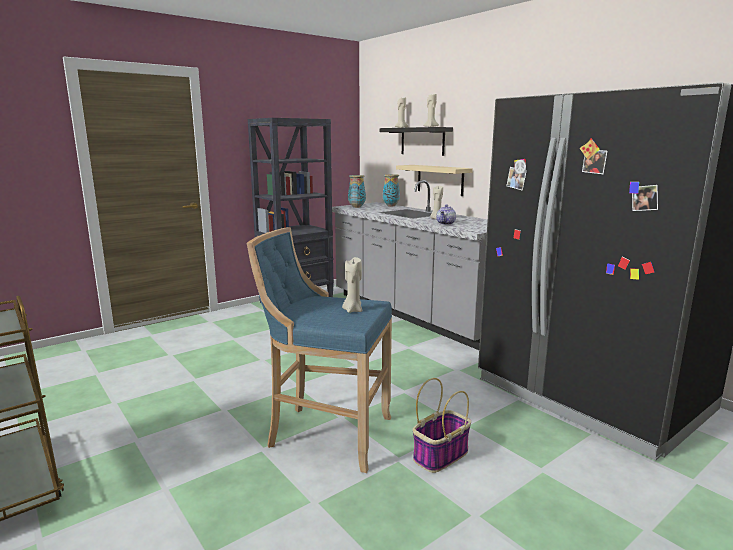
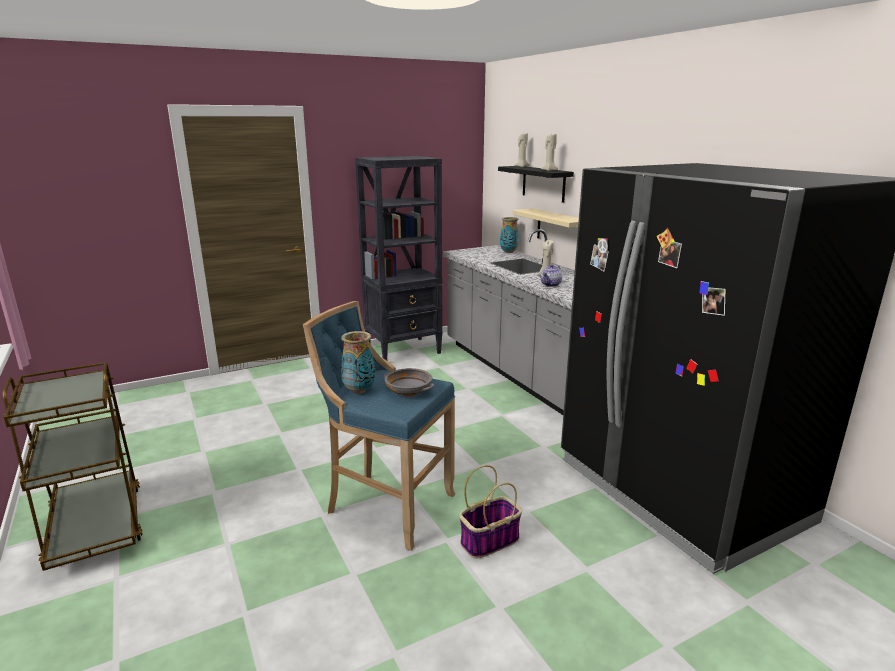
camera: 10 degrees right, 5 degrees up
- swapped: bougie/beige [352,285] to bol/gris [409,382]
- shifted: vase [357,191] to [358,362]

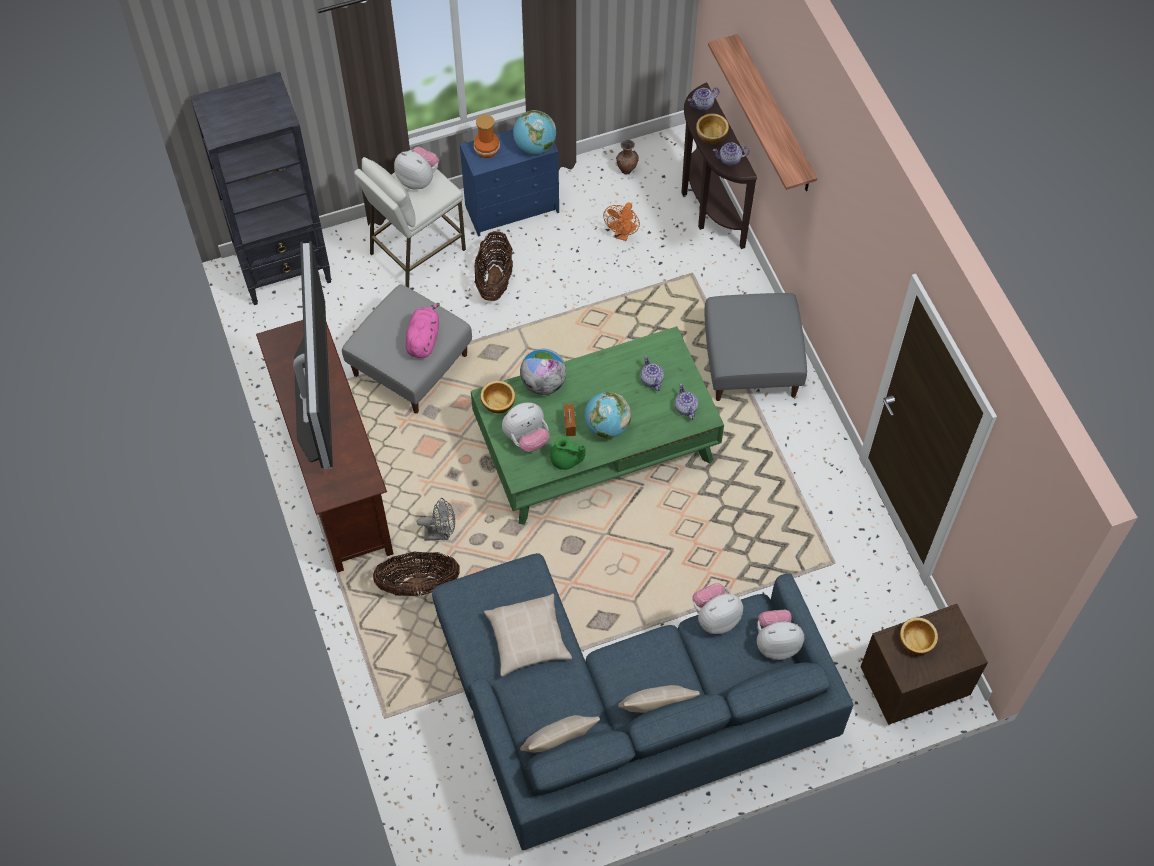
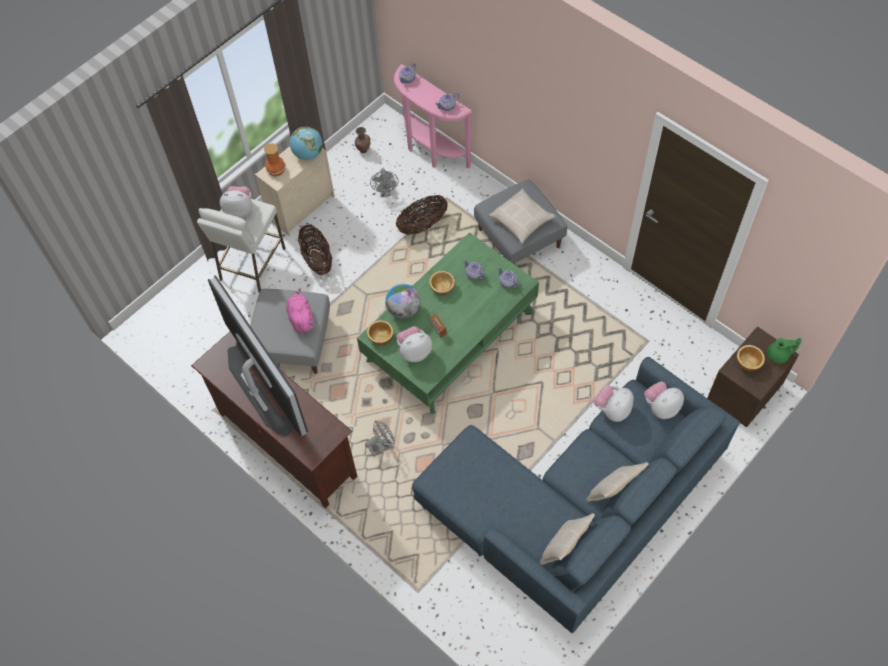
camera: 25 degrees left, 0 degrees up
- gone: bibliothèque/noir [261,188]
- shifted: panier [416,574] to [422,215]
- repainted: commode/bleu [509,183] to commode/beige [295,191]
- shifted: coussin/beige [528,635] to [522,216]
- rotated: peluche [526,427] = [414,344] 150 degrees counterclockwise
- shifted: théière/vert [568,453] to [784,351]
- gone: globe [608,415]
- repainted: ventilateur/orange [621,222] to ventilateur/gris [384,182]
- repainted: table console/marron [719,166] to table console/rose [433,116]
- shifted: bol [712,129] to [442,283]
- gone: étagère [762,112]

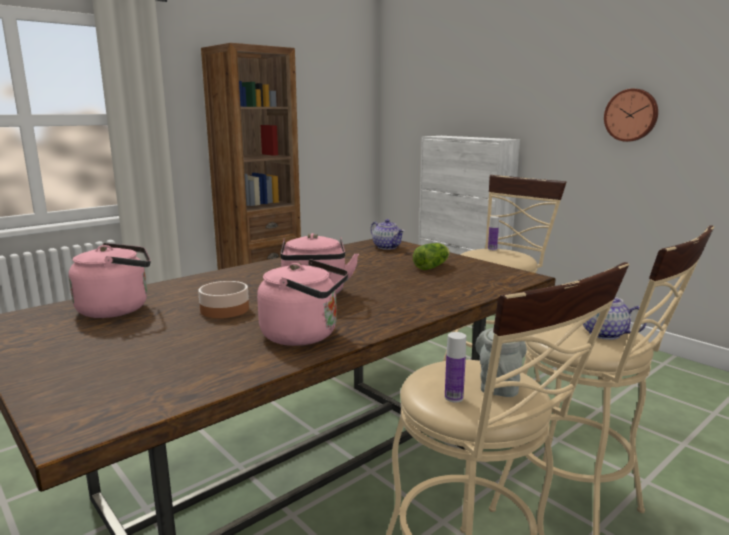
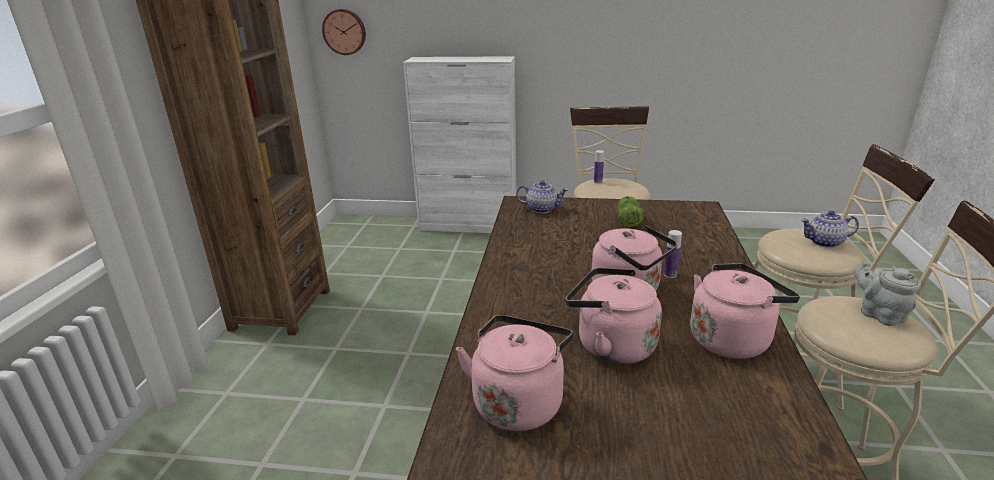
camera: 40 degrees left, 10 degrees up
- swapped: bol [223,299] to bouilloire/rose [614,316]
- shifted: bouteille [455,367] to [673,254]
- shifted: horloge murale [631,115] to [344,32]

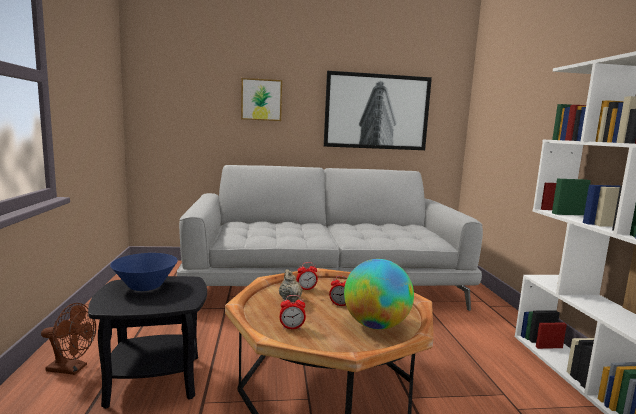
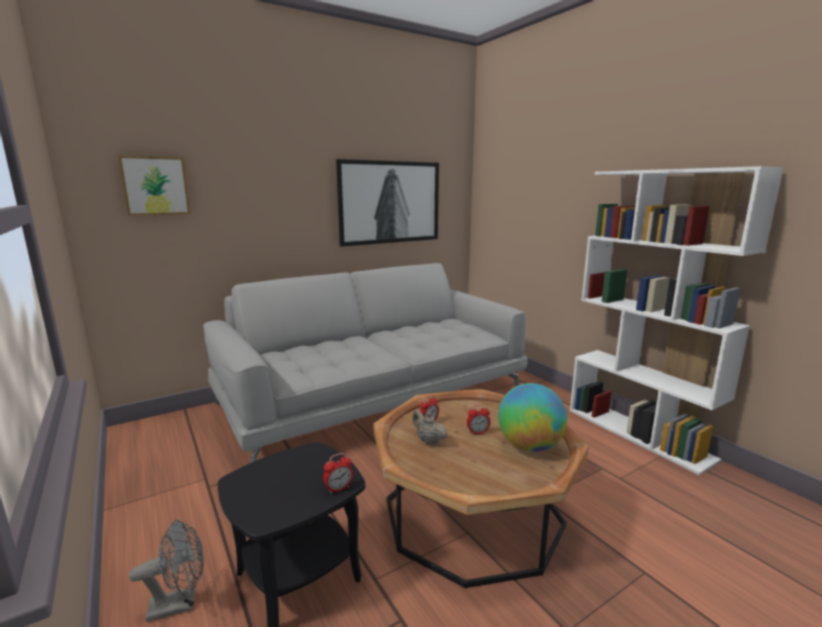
camera: 25 degrees left, 5 degrees up
- repainted: ventilateur/marron [68,339] to ventilateur/gris [166,571]
- gone: bol/bleu [144,272]
- shifted: tableau [261,99] to [154,185]
- shifted: réveil [293,312] to [338,473]

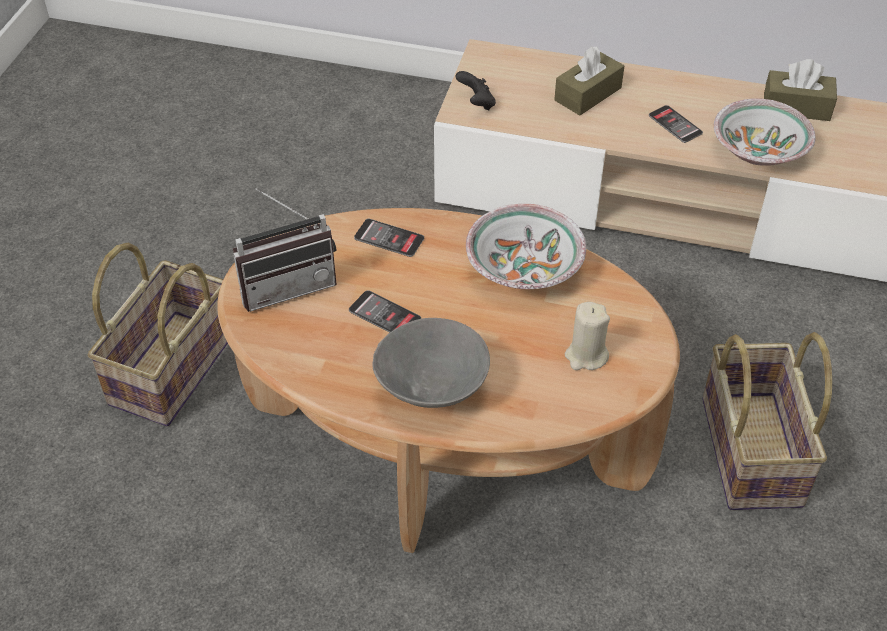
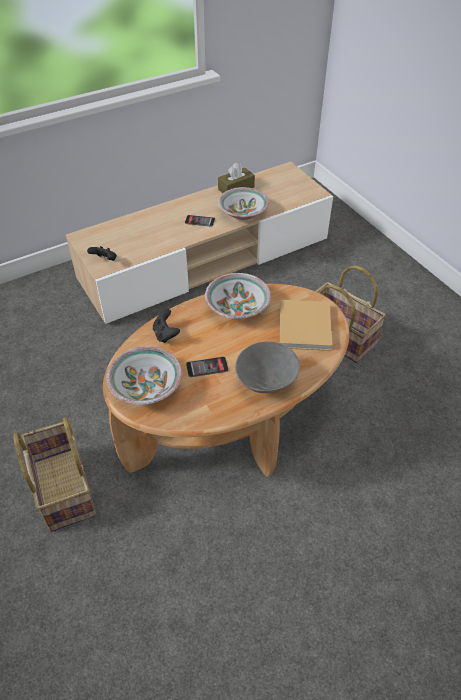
camera: 45 degrees left, 0 degrees up
- swapped: radio [285,250] to bol [144,375]
- swapped: téléphone [389,238] to manette/noir [166,326]
- gone: boîte à mouchoirs/marron [589,81]
- swapped: bougie/beige [587,336] to livre/beige [306,325]

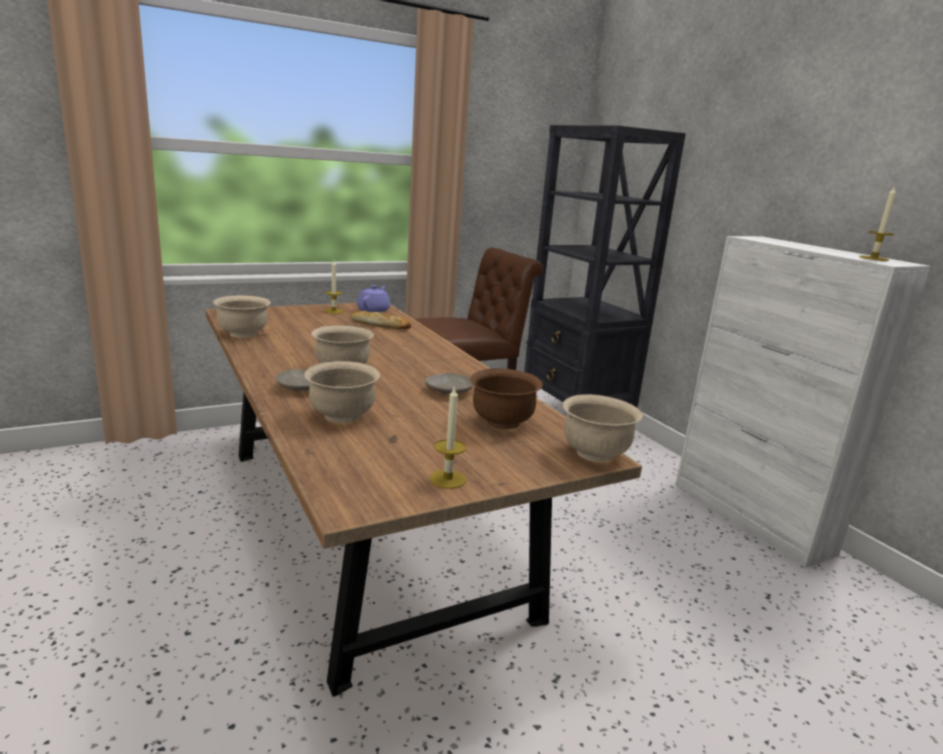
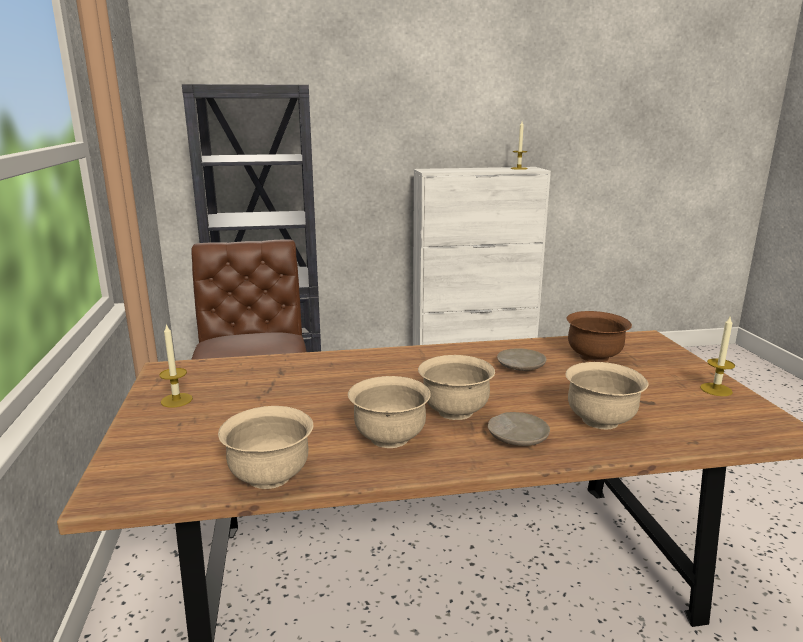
camera: 70 degrees left, 0 degrees up
- gone: pain [380,320]
- gone: théière/violet [373,298]
- shifted: bol/beige [603,428] to [389,412]

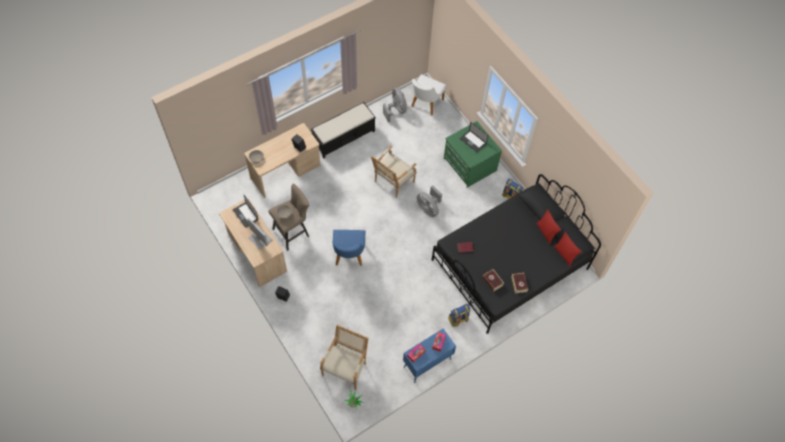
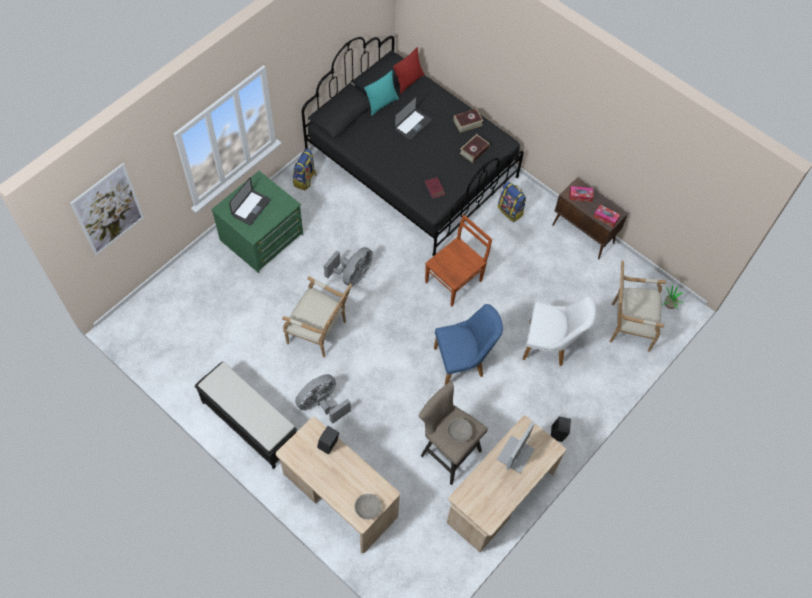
camera: 105 degrees left, 0 degrees up
- shifted: ordinateur portable [245,211] to [413,118]
- shifted: ventilateur/gris [395,105] to [323,399]
- repainted: meuble de rangement/bleu [429,356] to meuble de rangement/marron [590,218]
- shifted: chaise/blanc [429,95] to [559,331]
- repainted: coussin/rouge [548,226] to coussin/turquoise [381,93]
- new: tableau [107,209]
- new: chaise/marron [458,260]

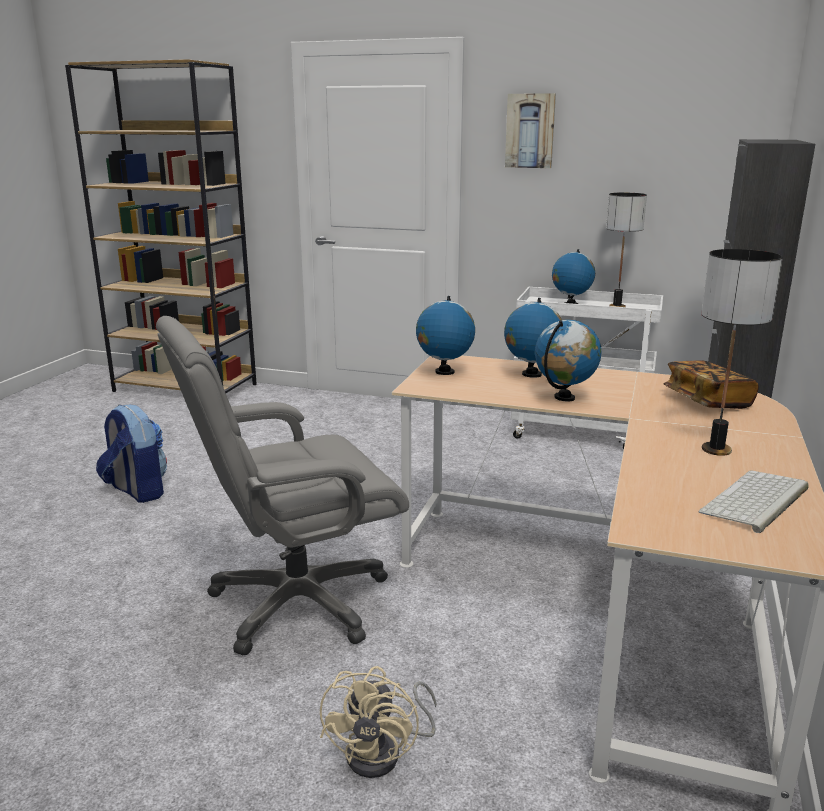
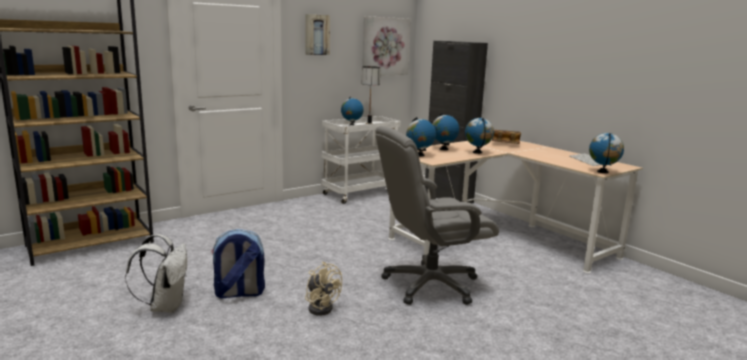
camera: 55 degrees left, 5 degrees down
- rotated: chaise de bureau/gris [282,485] = [437,215] 60 degrees clockwise
- shifted: ventilateur/beige [378,722] to [323,289]
- gone: lampe de table [742,352]
- new: sac à dos/blanc [156,273]
- new: tableau [386,45]
- new: globe [606,153]

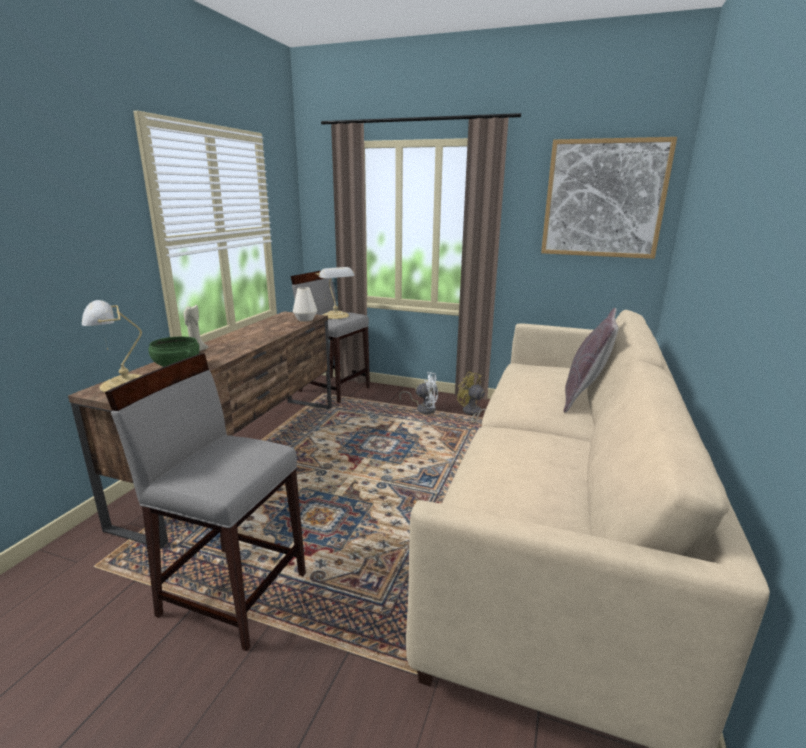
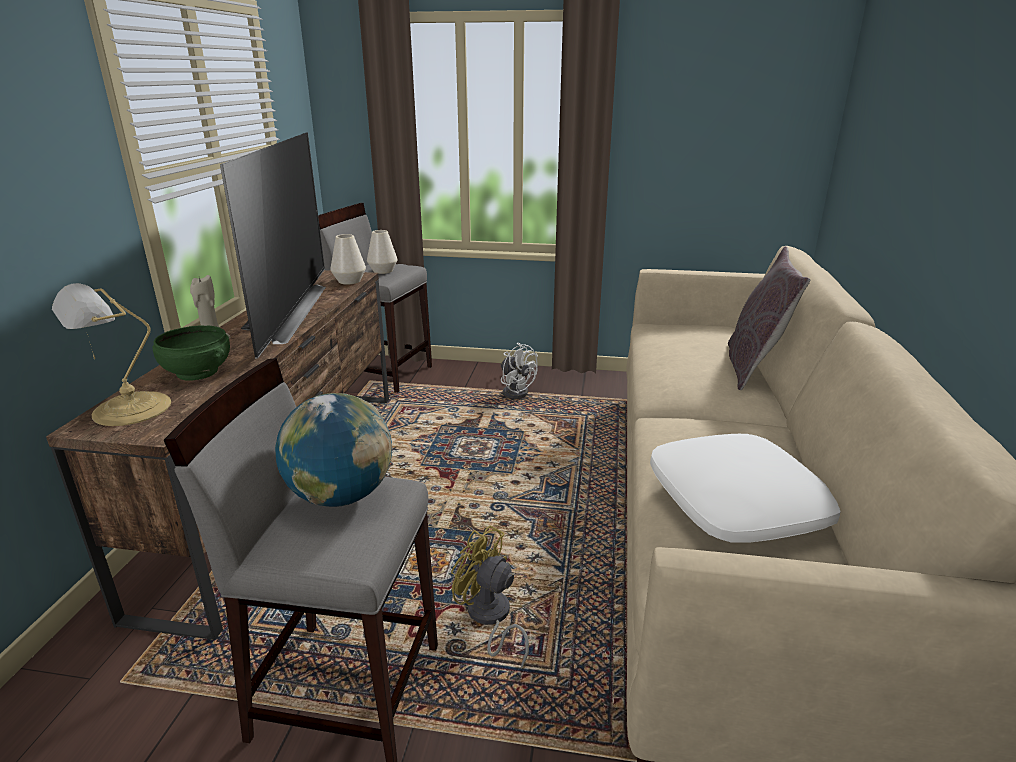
camera: 10 degrees left, 5 degrees up
- swapped: lampe de table [335,293] to vase/blanc [382,252]
- rotated: ventilateur/blanc [418,393] = [519,370] 45 degrees clockwise
- shifted: ventilateur/jaune [471,397] to [490,597]
- gone: tableau [609,198]
- new: téléviseur [273,246]
- new: globe [333,450]
- new: coussin/blanc [745,488]

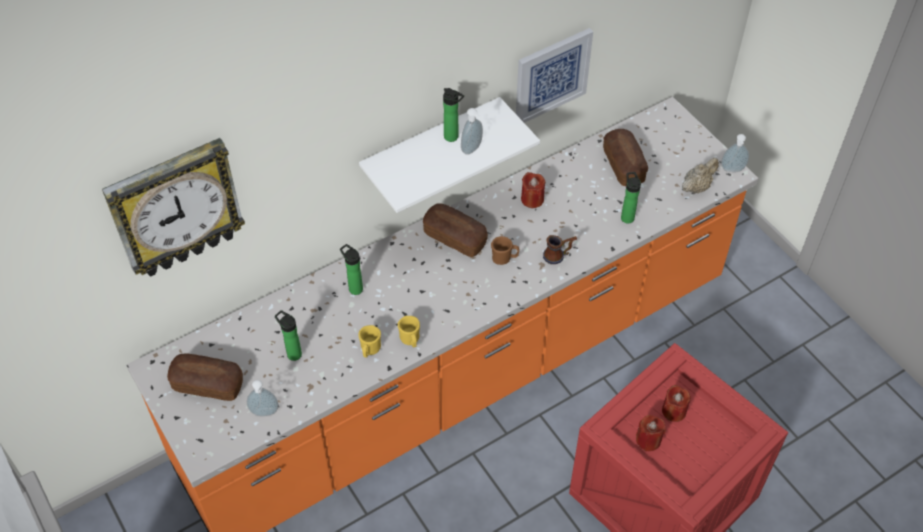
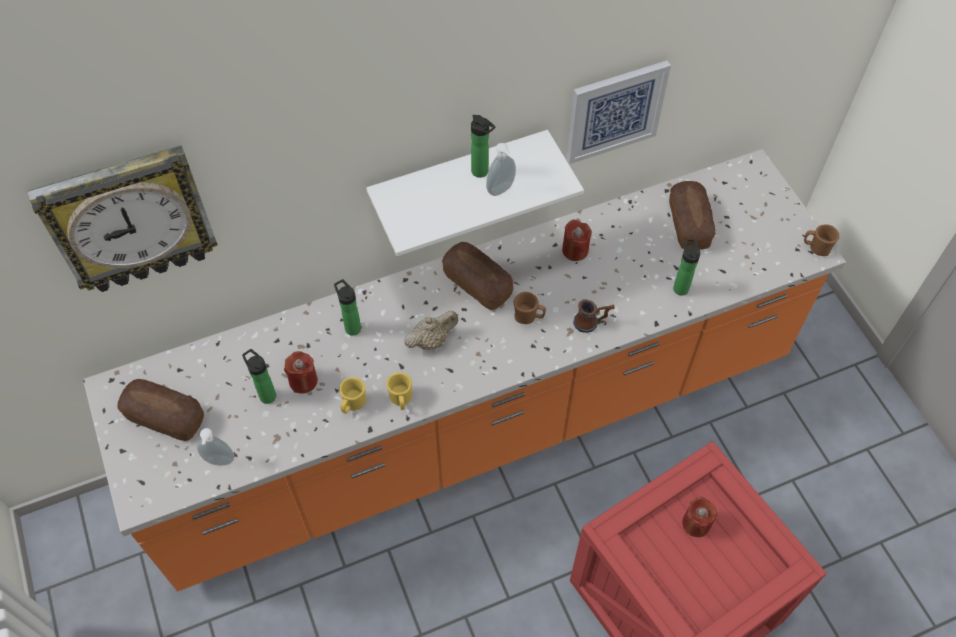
camera: 10 degrees right, 5 degrees up
- shifted: bougie/rouge [651,433] to [301,372]
- shifted: théière/beige [700,176] to [431,330]
- swapped: distributeur de savon [735,153] to mug/marron [822,240]

